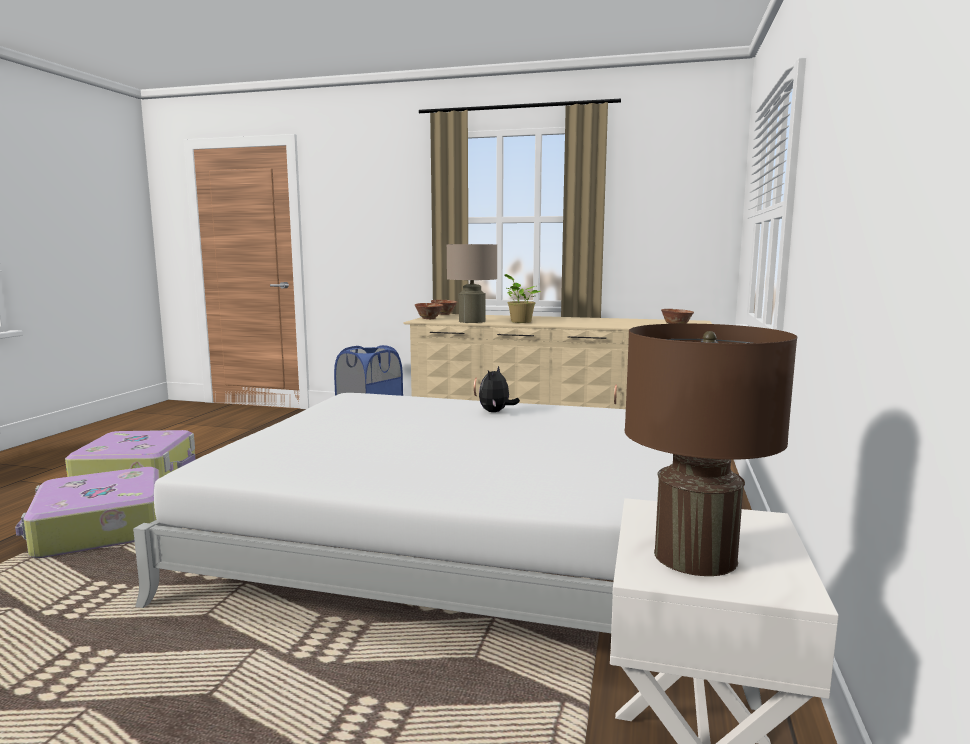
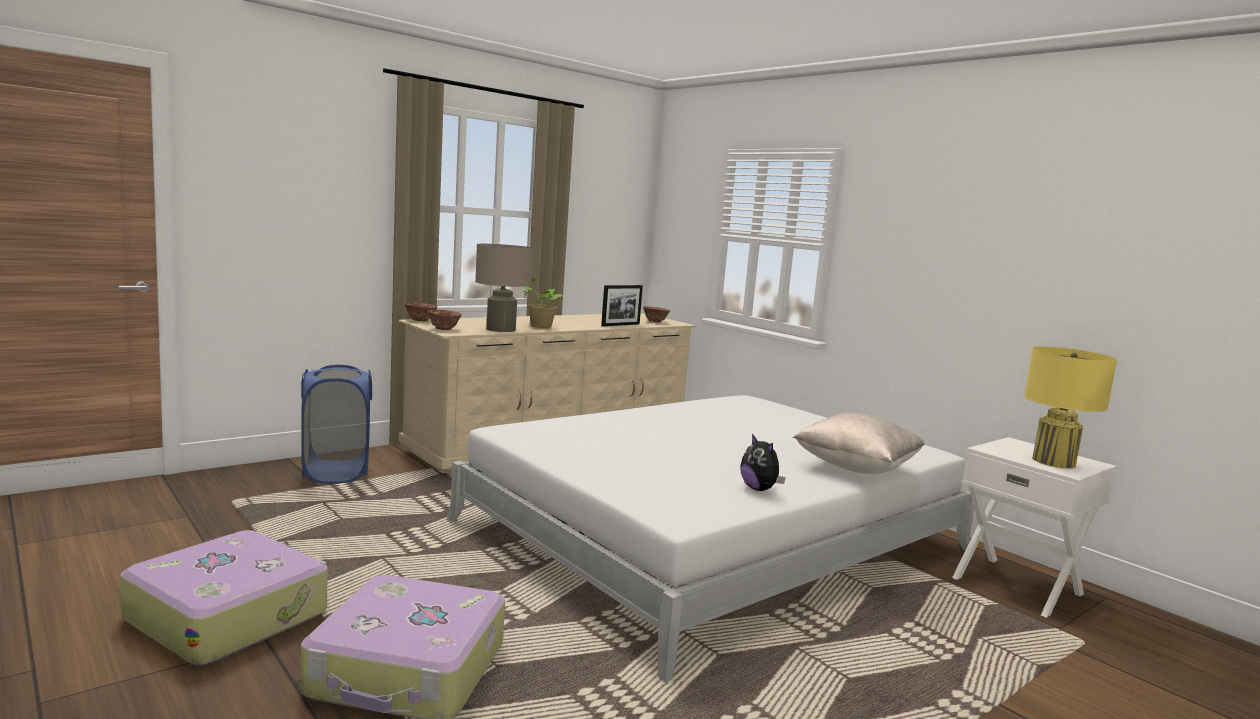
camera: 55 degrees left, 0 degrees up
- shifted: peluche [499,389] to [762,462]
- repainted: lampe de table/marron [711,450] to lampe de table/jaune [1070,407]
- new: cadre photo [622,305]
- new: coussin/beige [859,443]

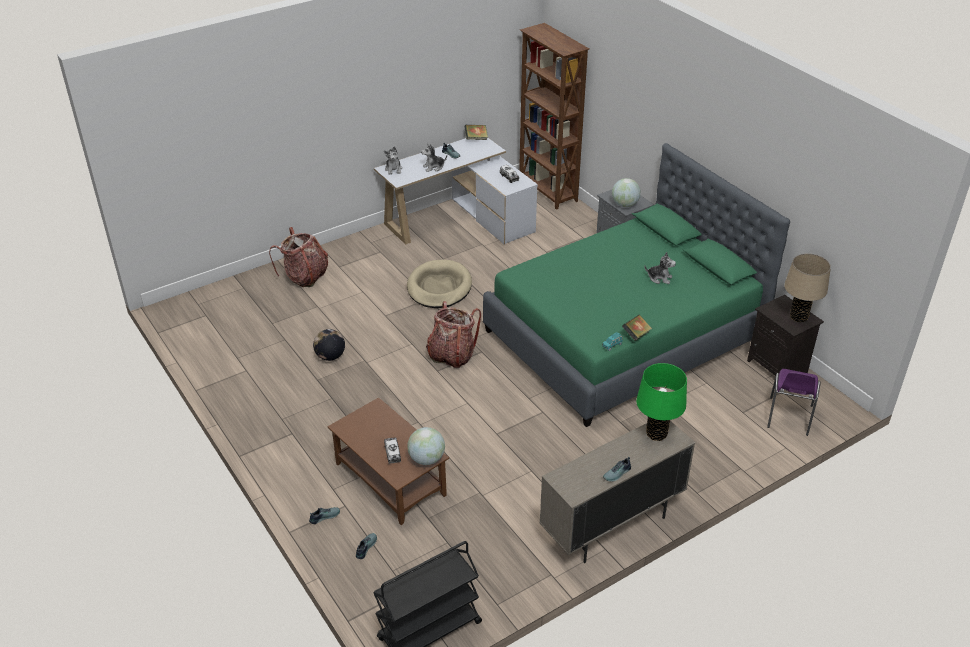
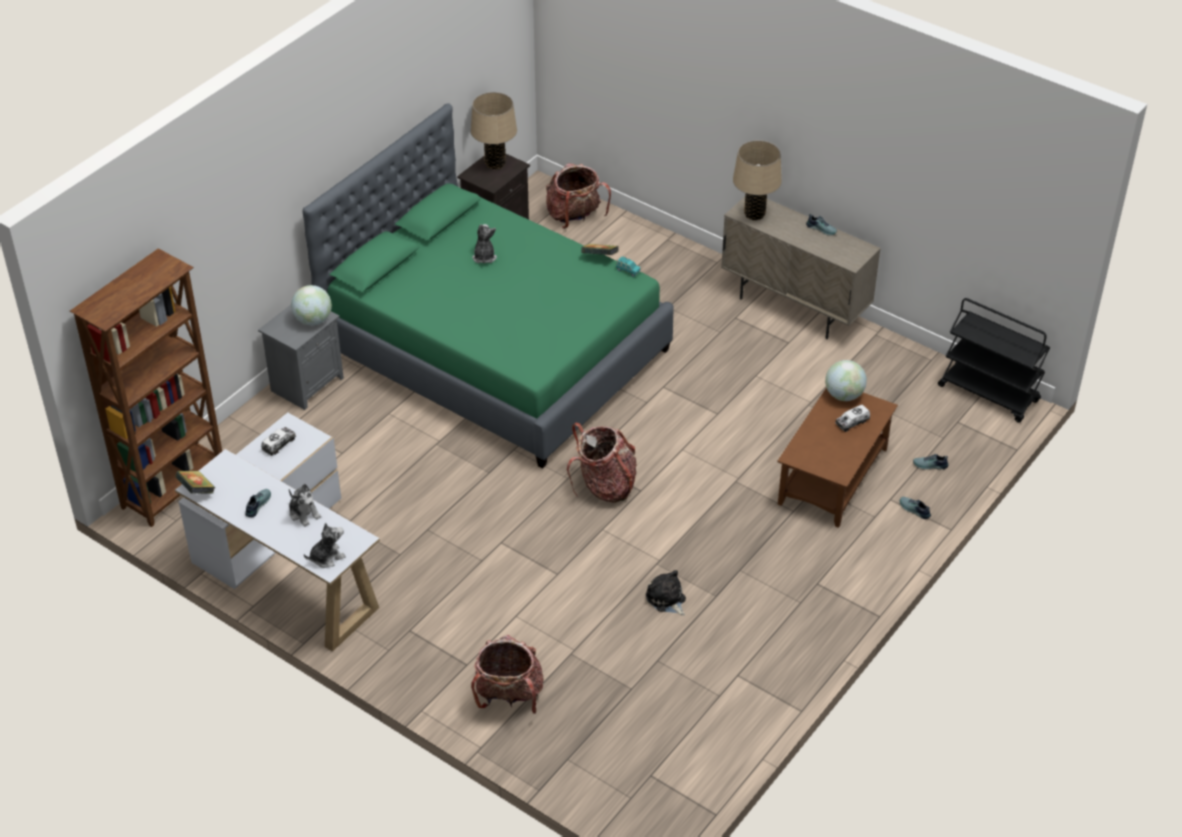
camera: 110 degrees left, 5 degrees up
- swapped: globe [329,345] to peluche [666,593]
- gone: panier pour chien/beige [439,284]
- repainted: lampe de table/vert [661,402] to lampe de table/beige [757,180]
- swapped: chaise/violet [794,402] to sac à dos [578,196]

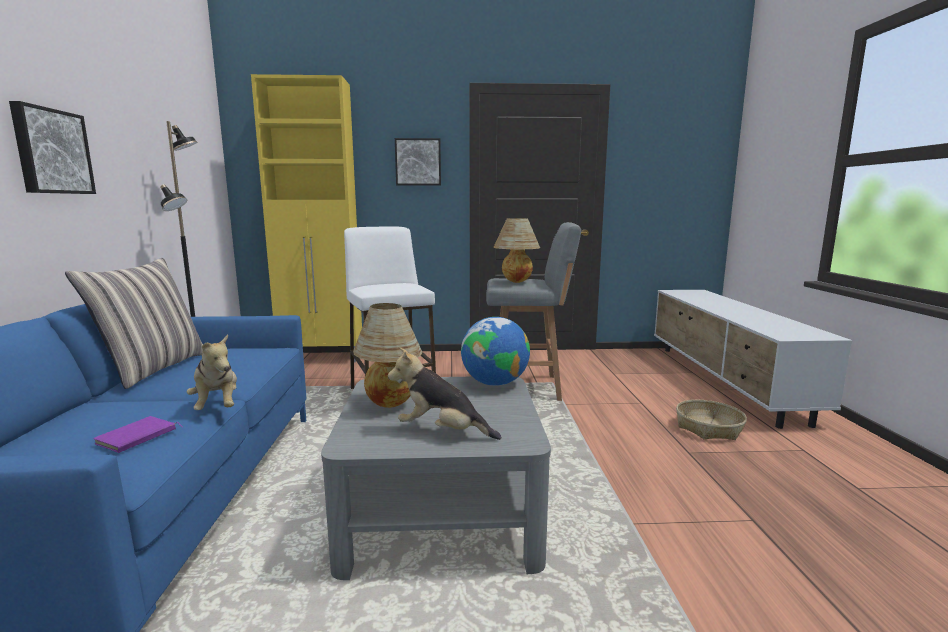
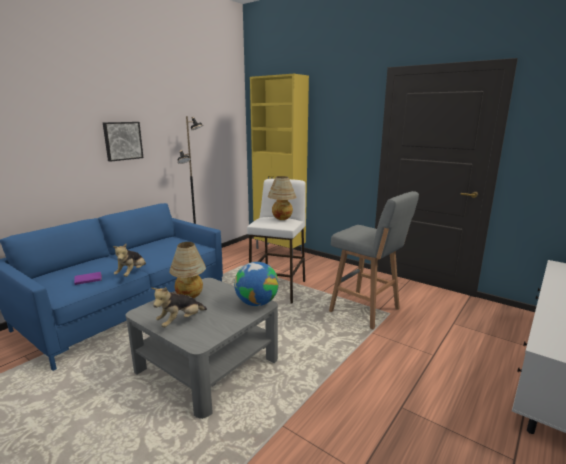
camera: 40 degrees right, 5 degrees up
- gone: coussin [134,323]
- rotated: peluche [444,393] = [179,307] 105 degrees counterclockwise
- gone: tableau [418,161]
- shifted: lampe de table [517,250] to [282,198]
- gone: panier [711,420]

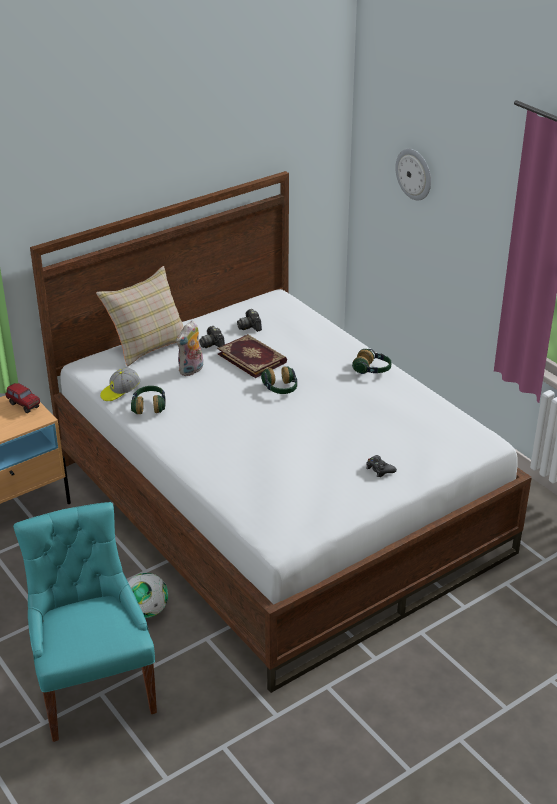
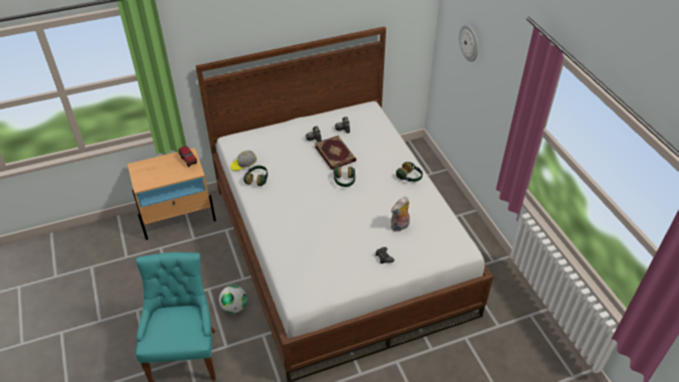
camera: 15 degrees right, 10 degrees up
- gone: coussin/beige [140,316]
- shifted: peluche [189,348] to [400,214]

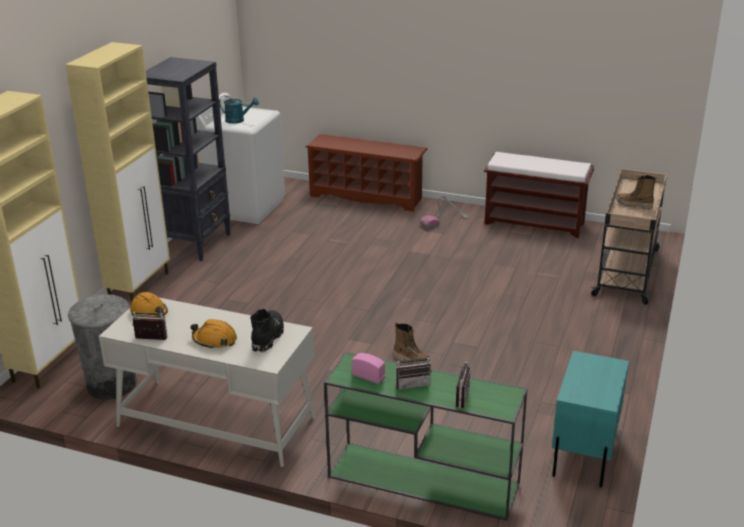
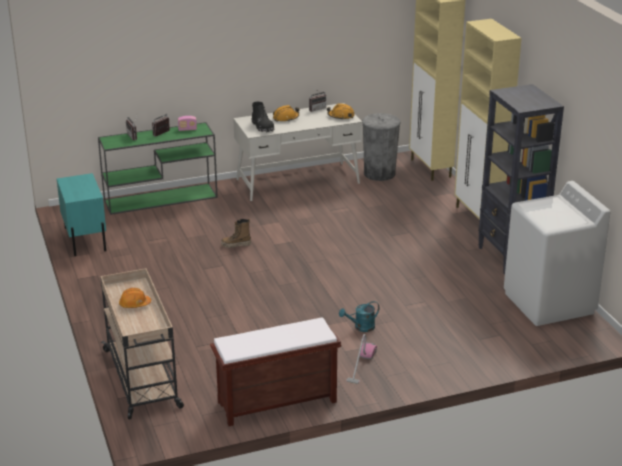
camera: 140 degrees right, 0 degrees up
- shifted: arrosoir/turquoise [239,110] to [359,316]
- gone: étagère à chaussures/marron [366,173]
- swapped: botte [637,192] to casque de chantier/orange [135,298]

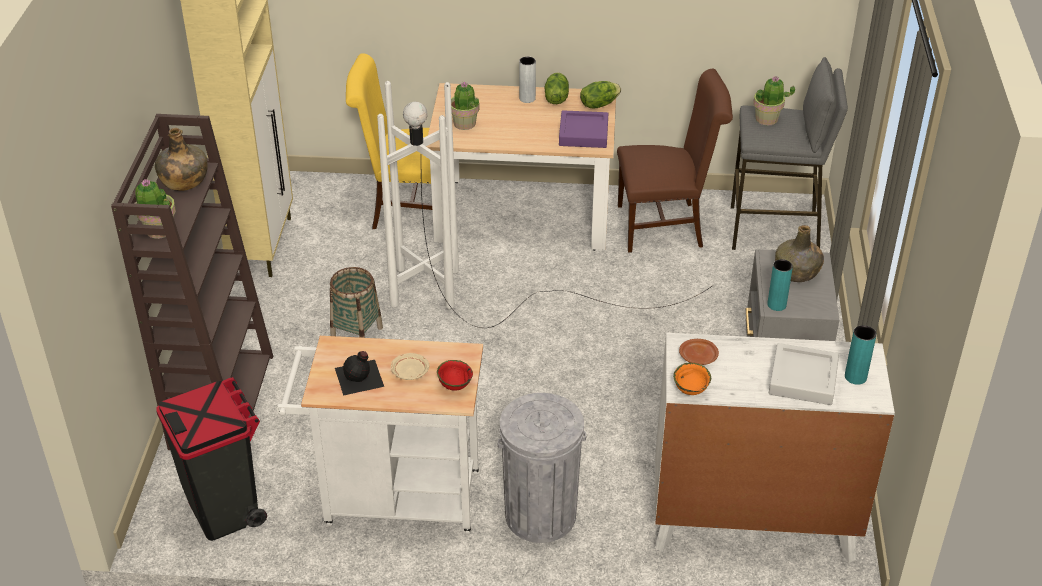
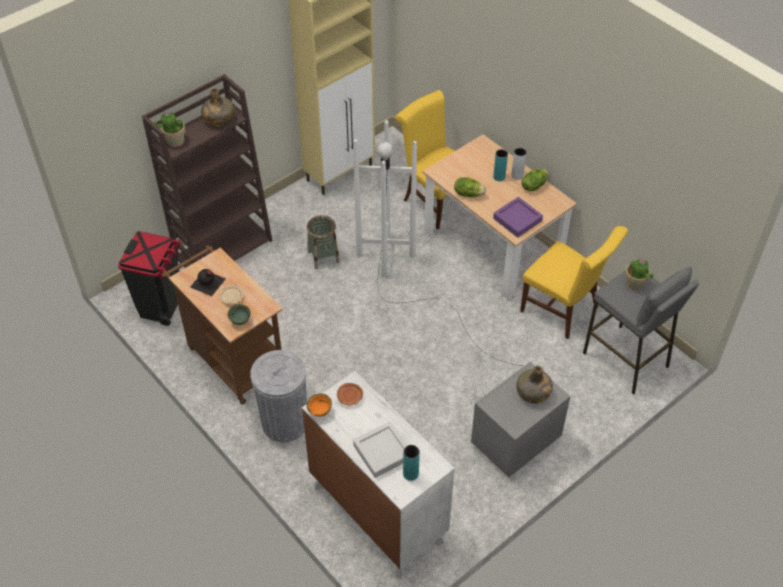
camera: 45 degrees right, 10 degrees up
- repainted: chariot/blanc [379,435] to chariot/marron [222,325]
- repainted: bol/rouge [455,375] to bol/vert [239,314]
- gone: plante en pot [465,105]
- shifted: laitue [600,95] to [470,187]
- repainted: chaise/marron [675,161] to chaise/jaune [574,282]
- shifted: vase/turquoise [780,285] to [500,165]

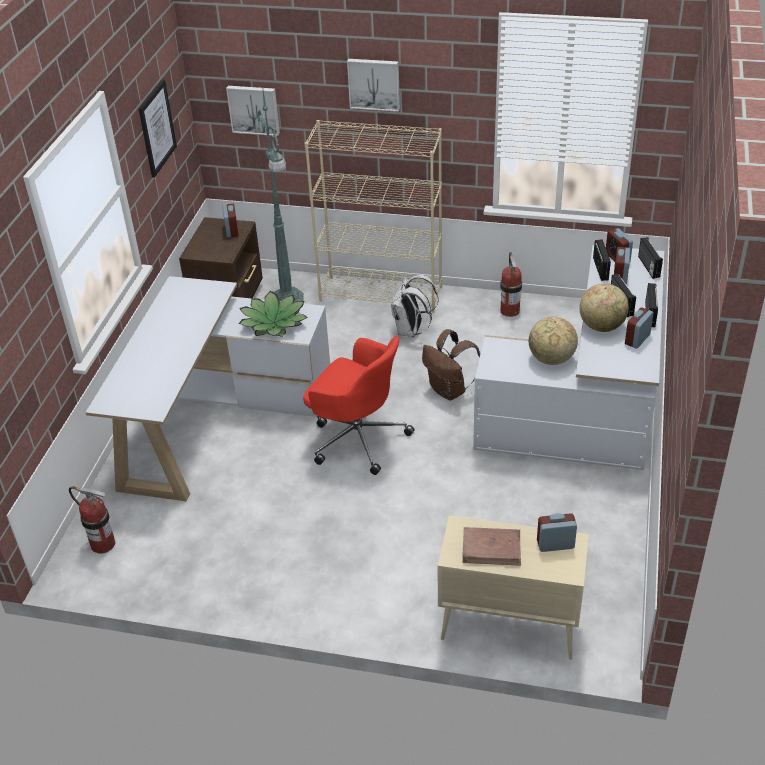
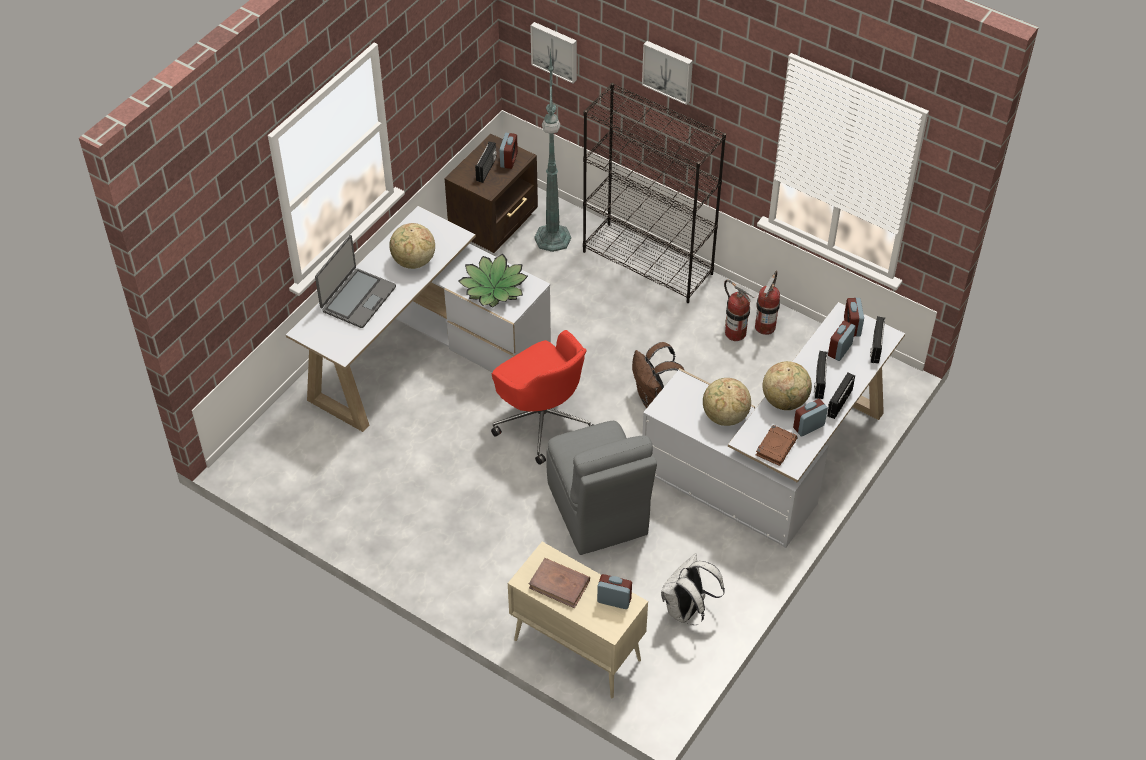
camera: 20 degrees right, 10 degrees up
- shifted: extincteur [92,520] to [740,310]
- gone: tableau [158,128]
- repainted: bibliothèque/beige [373,216] to bibliothèque/noir [654,193]
- shifted: sac à dos/blanc [414,306] to [693,589]
- shifted: radio [602,260] to [486,162]
- new: ordinateur portable [355,281]
- new: globe [412,246]
- new: chaise/gris [601,488]
- new: livre/marron [777,445]

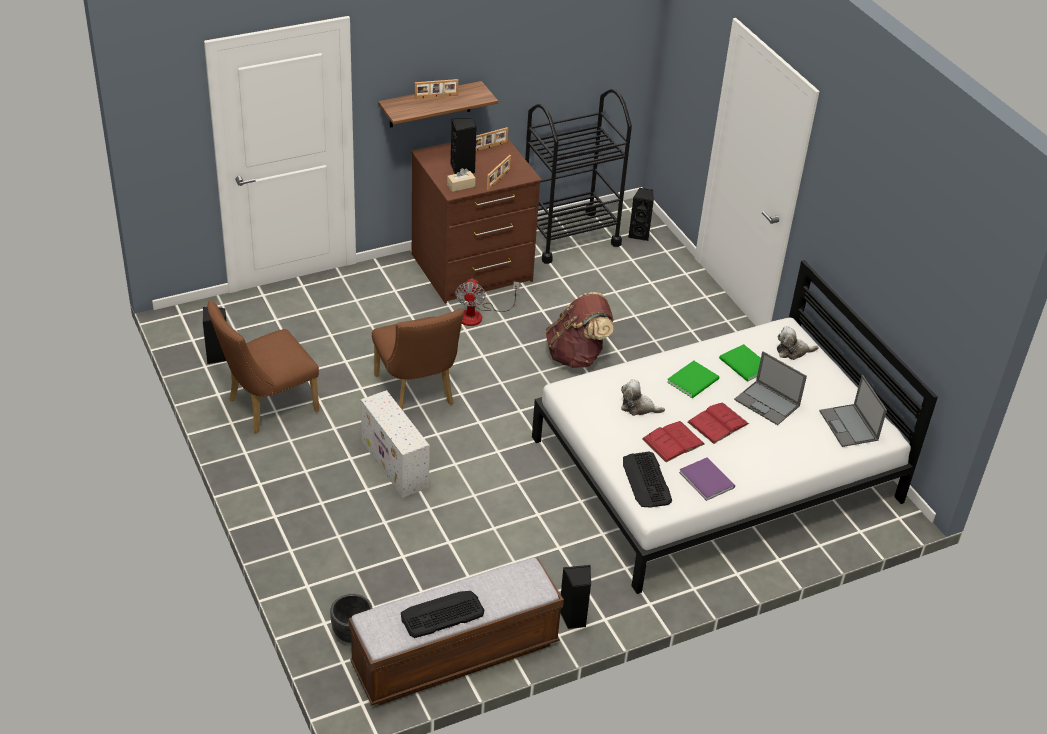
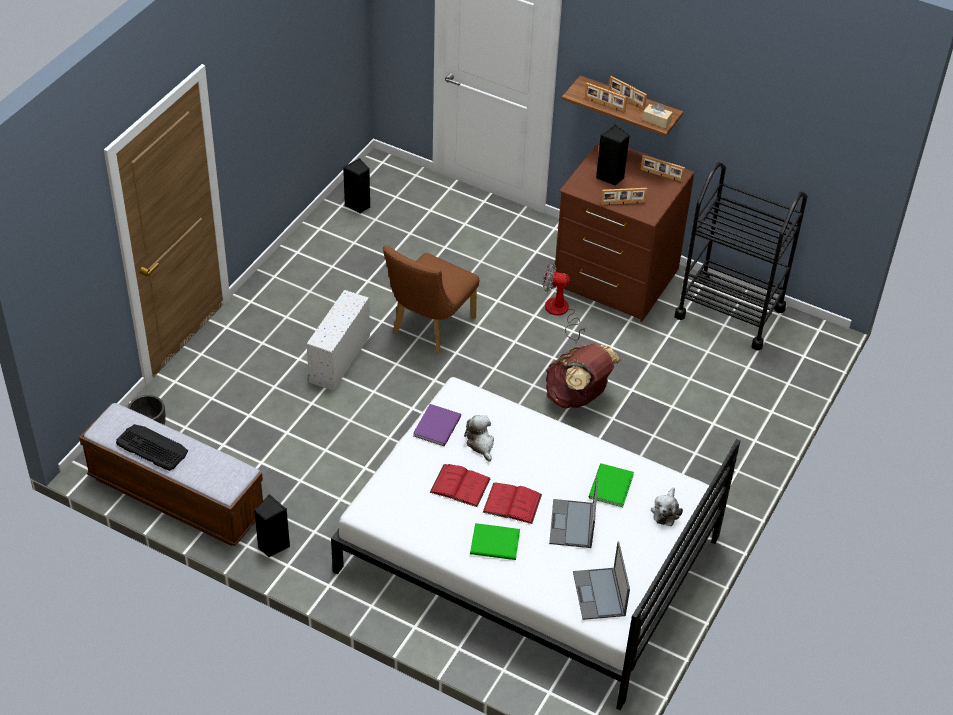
camera: 55 degrees right, 5 degrees up
- gone: chaise/marron [263,367]
- shifted: boîte à mouchoirs/beige [461,180] to [657,115]
- rotated: ventilateur [487,302] = [564,302] 45 degrees clockwise
- gone: clavier [647,480]
- gone: enceinte/noir [641,214]
- shifted: livre/vert [693,379] to [495,541]
- shifted: livre/violet [707,479] to [437,425]
- rotated: peluche [798,343] = [667,506] 120 degrees counterclockwise
- rotated: ordinateur portable [853,411] = [601,580] 45 degrees counterclockwise
- new: cadre photo [606,98]

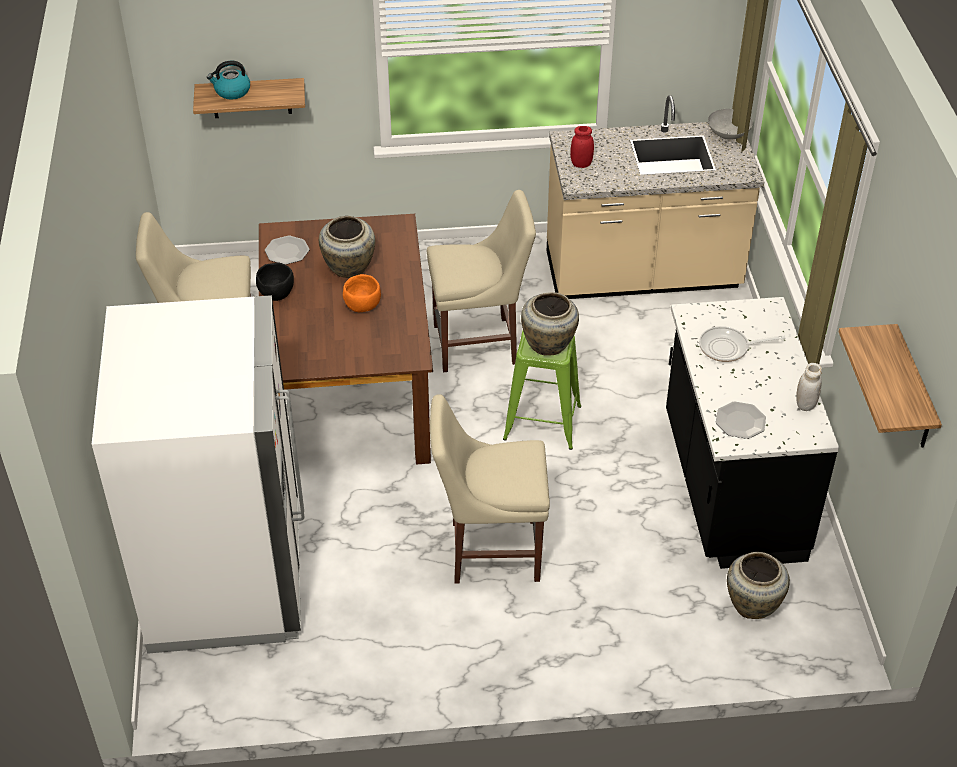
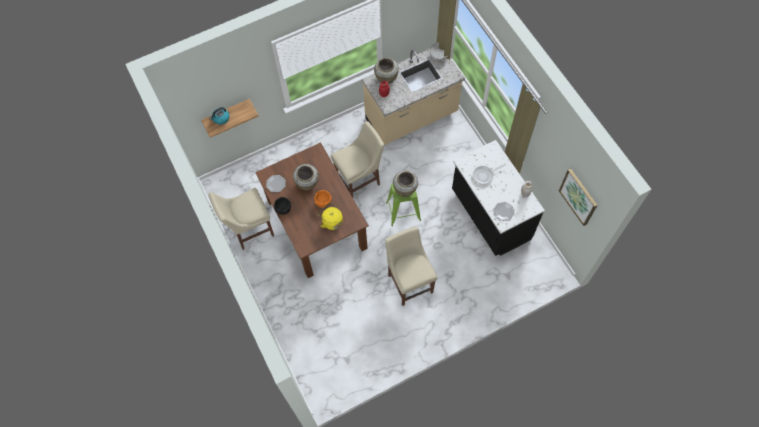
camera: 20 degrees left, 20 degrees up
- gone: réfrigérateur/blanc [198,474]
- rotated: chaise/beige [490,489] = [411,266] 90 degrees clockwise
- shifted: vase/beige [758,585] to [386,71]
- swapped: étagère [890,385] to tableau [578,197]
- new: bouilloire/jaune [330,216]

